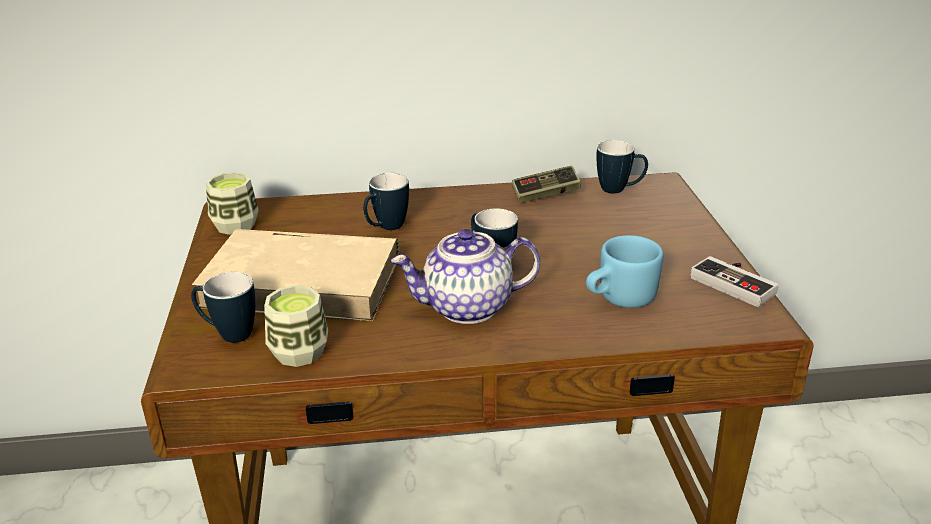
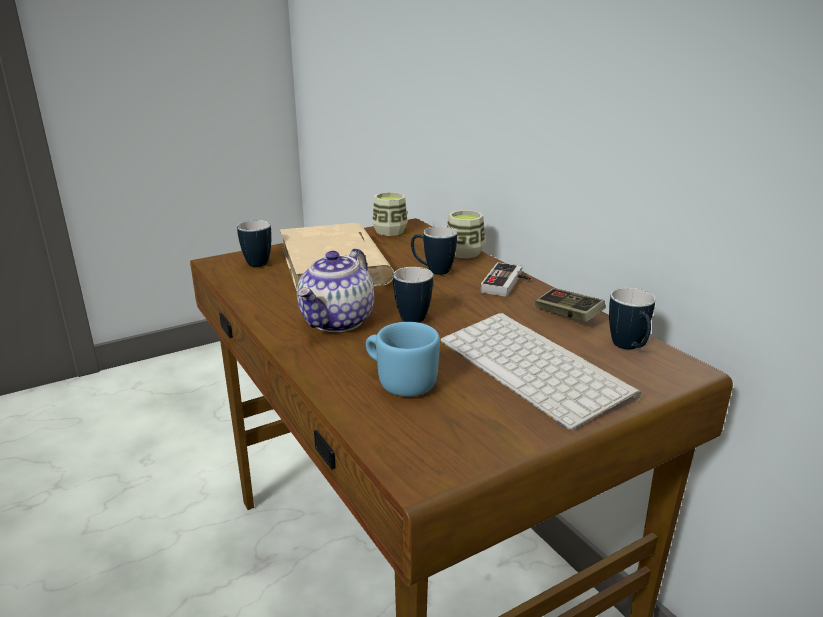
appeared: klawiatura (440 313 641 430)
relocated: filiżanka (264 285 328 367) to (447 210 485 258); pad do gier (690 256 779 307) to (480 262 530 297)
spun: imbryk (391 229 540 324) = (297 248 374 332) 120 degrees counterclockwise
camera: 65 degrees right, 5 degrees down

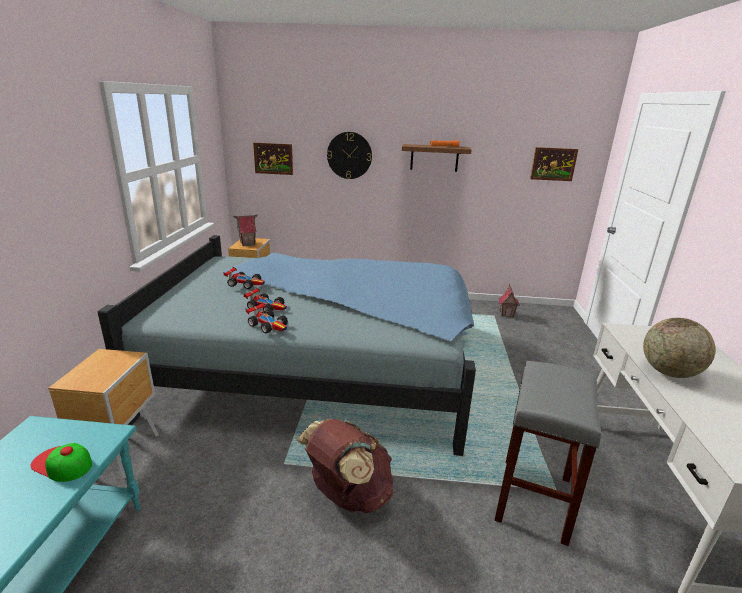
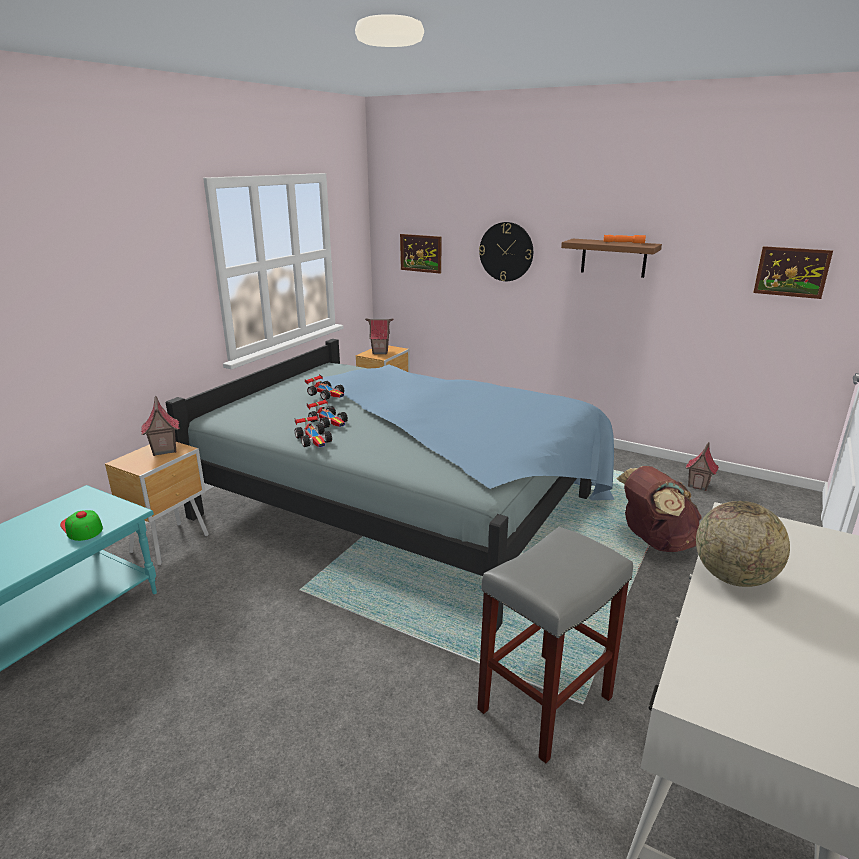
appeared: domek (141 395 180 456)
relocated: plecak (brązowy) (296 419 393 513) to (617 466 702 552)
camera: 25 degrees right, 0 degrees up

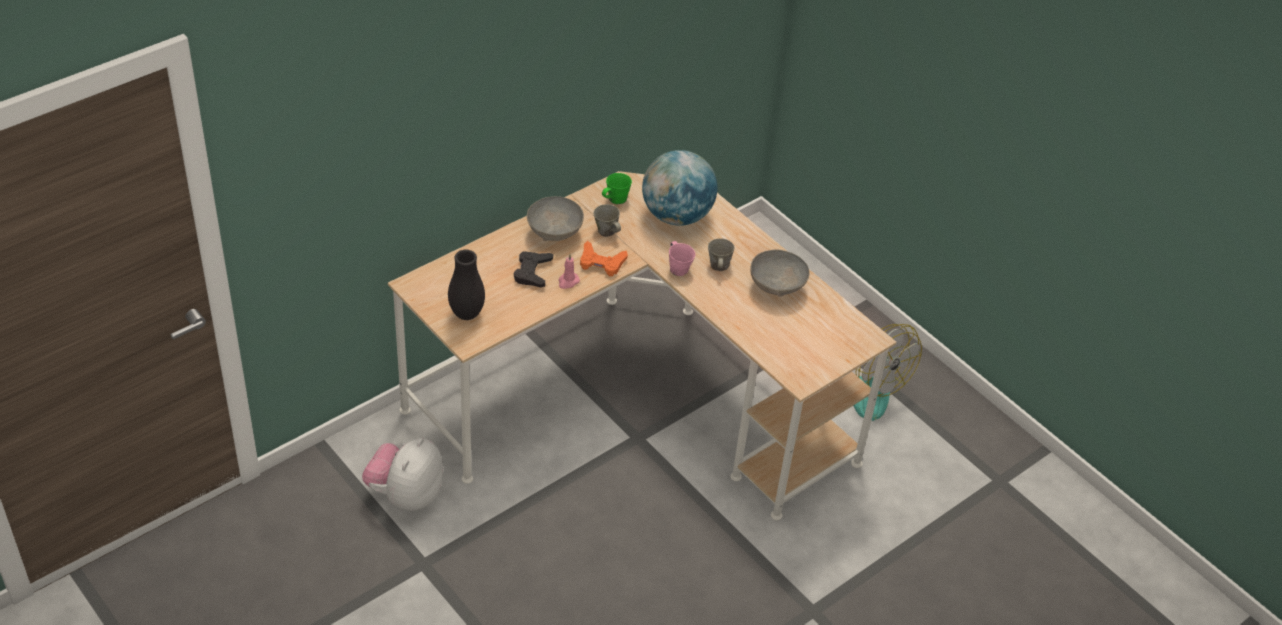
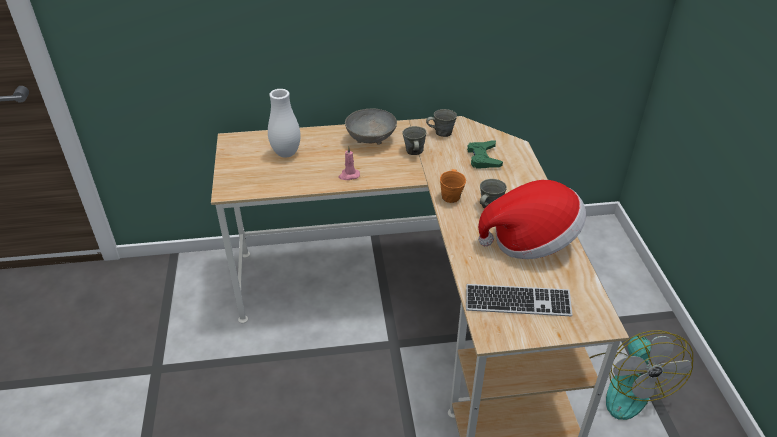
missing: pluszak (362 438 443 511); wazon (czarny) (448 250 485 320); pad do gier (czarny) (514 251 553 288); pad do gier (pomarańczowy) (580 241 628 276)
appeared: wazon (biały) (268 89 301 158); klawiatura (466 284 572 316)
exchanged: globus (642 150 717 226) to pad do gier (zielony) (467 140 503 168); miska (szary) (750 250 809 297) to kapelusz (478 180 586 259)
colour: kubek (zielony) (602 173 632 204) to kubek (szary) (426 109 457 137); kubek (różowy) (669 241 695 276) to kubek (pomarańczowy) (440 169 466 203)
camera: 35 degrees right, 5 degrees down

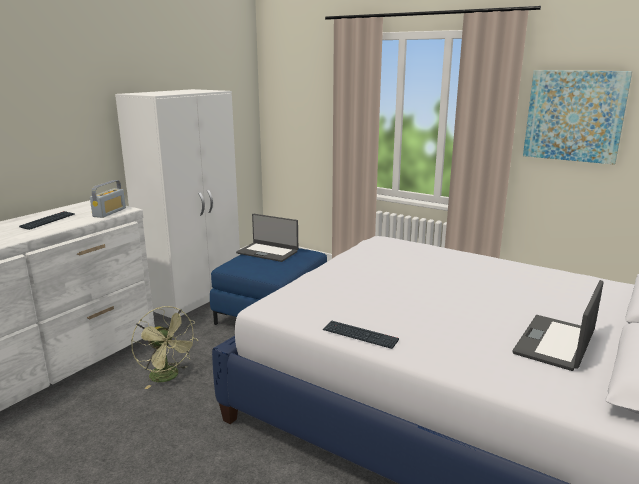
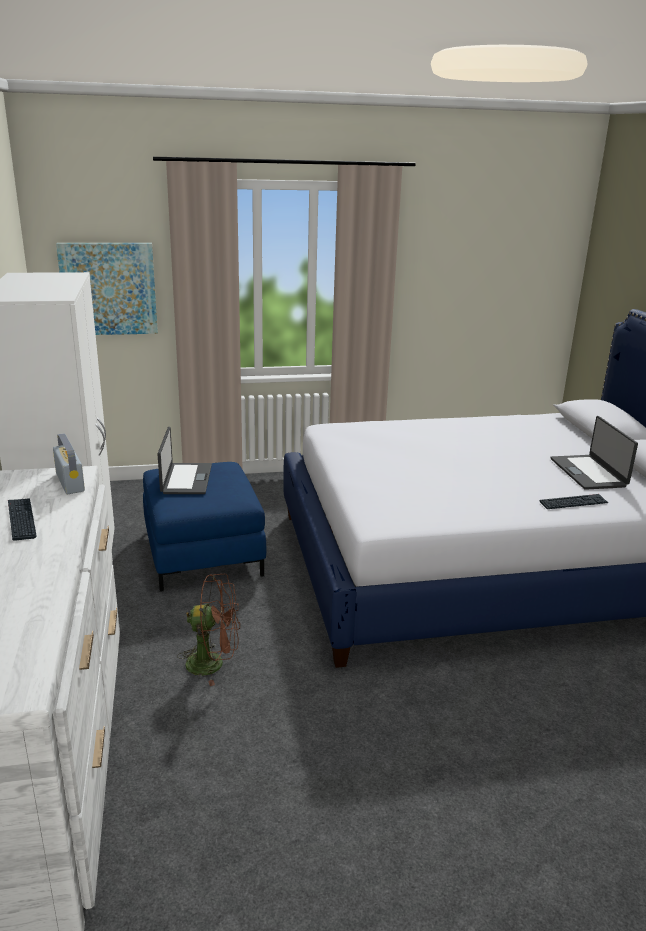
relocated: klawiatura (323 320 399 349) to (540 494 608 509); obraz (523 70 632 165) to (56 243 158 335)
colour: wentylator (zielony) (131 306 196 389) to wentylator (brązowy) (177 574 240 686)
spun: laptop (236 214 298 262) = (157 427 212 494) 75 degrees counterclockwise
camera: 45 degrees left, 5 degrees up

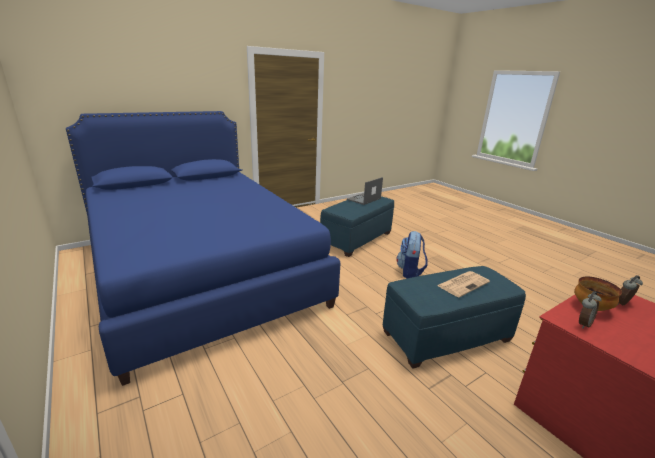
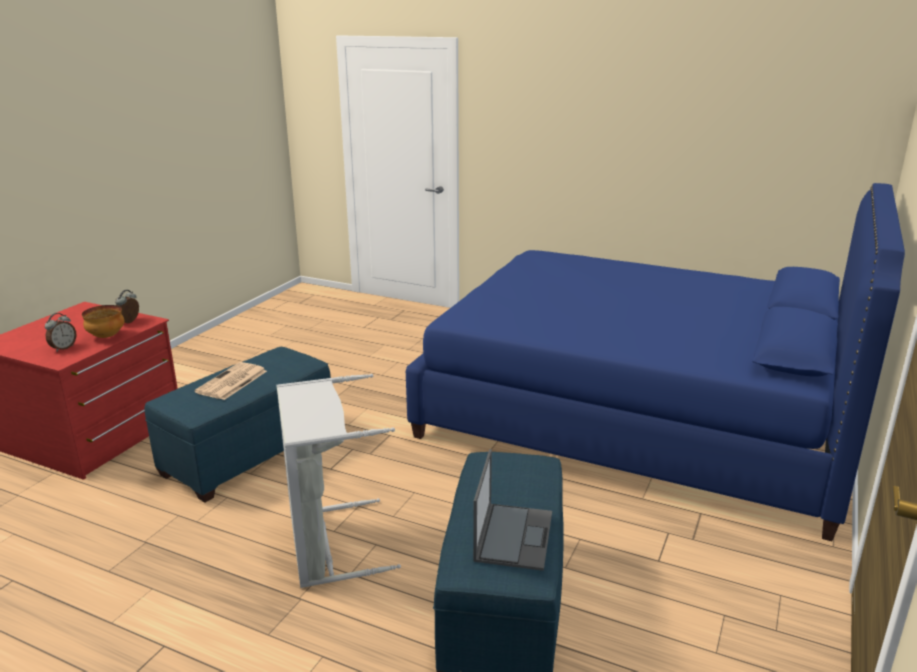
exchanged: plecak (396 231 428 278) to kosz na pranie (szary) (276 374 401 588)
camera: 150 degrees right, 0 degrees up

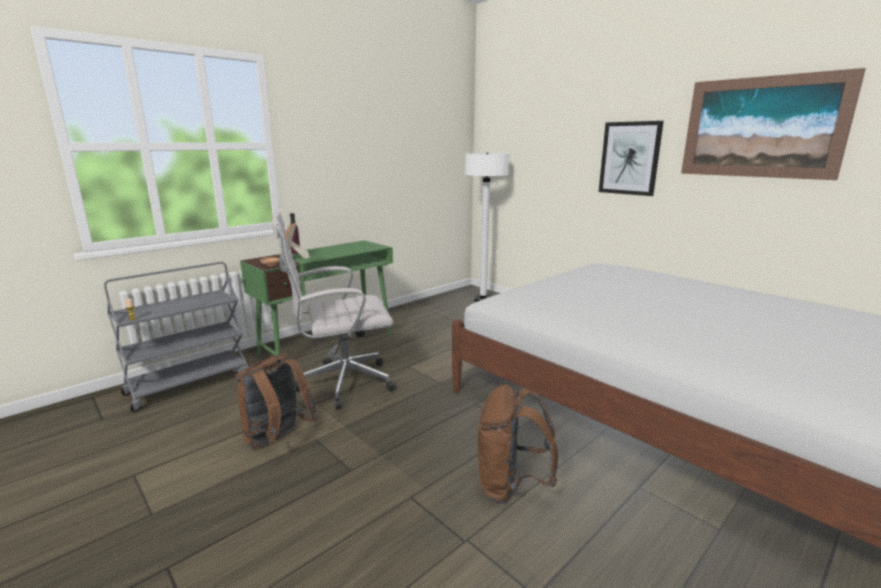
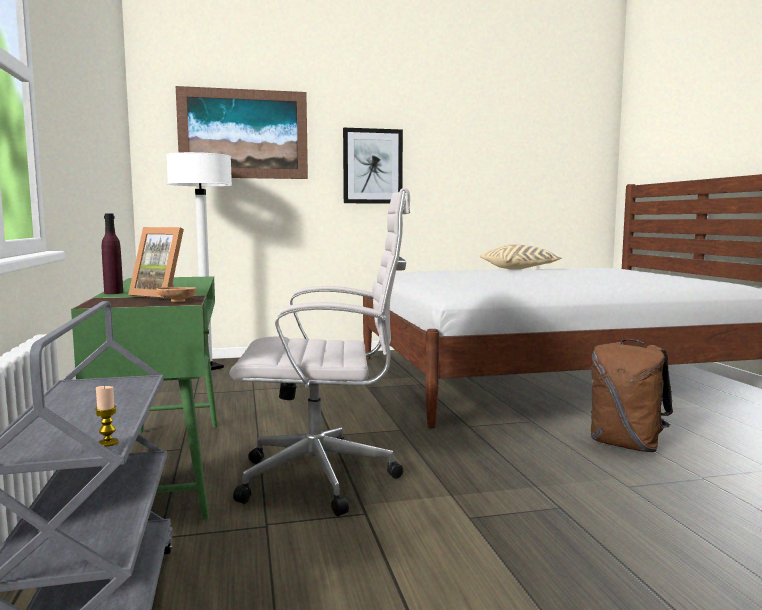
missing: plecak (brązowy) (235 353 318 448)
appeared: poduszka (beżowy) (480 244 562 269)
relocated: obraz (681 68 866 180) to (176 86 308 179)
spun: krzesło biurowe (biały) (272 212 396 410) = (229 188 410 516) 105 degrees counterclockwise
camera: 60 degrees left, 10 degrees down

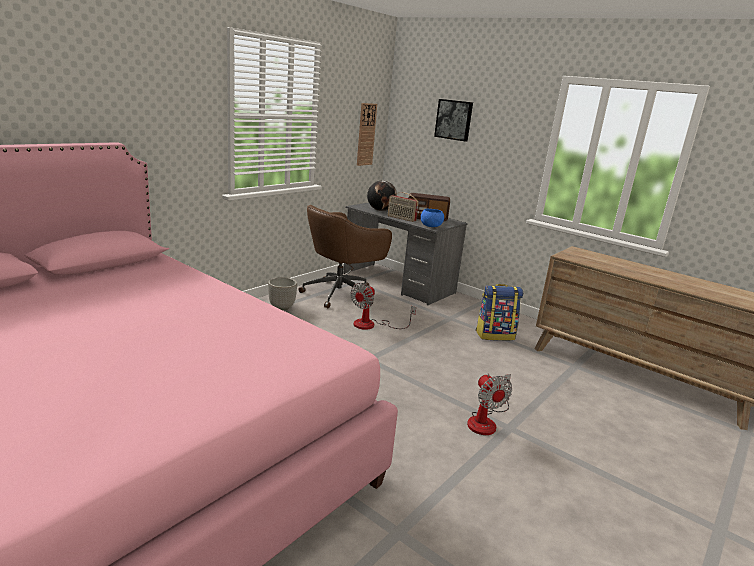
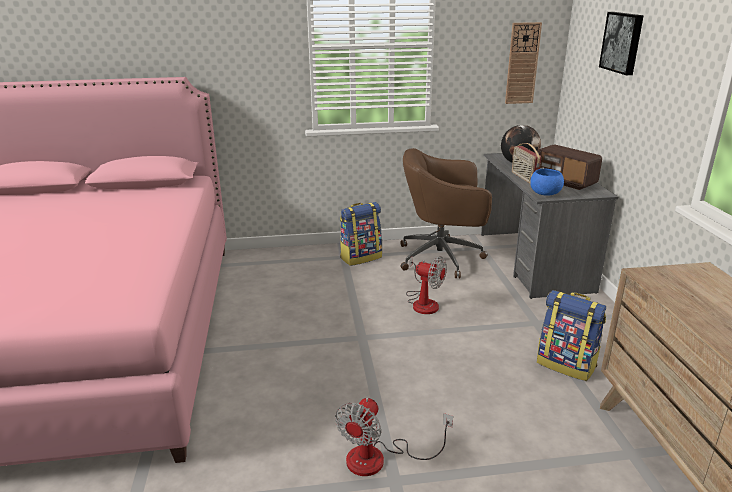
exchanged: donica (268 277 297 310) to plecak (340 202 382 266)
spun: wentylator (350 283 416 330) = (406 256 447 314) 135 degrees counterclockwise
camera: 45 degrees right, 5 degrees up

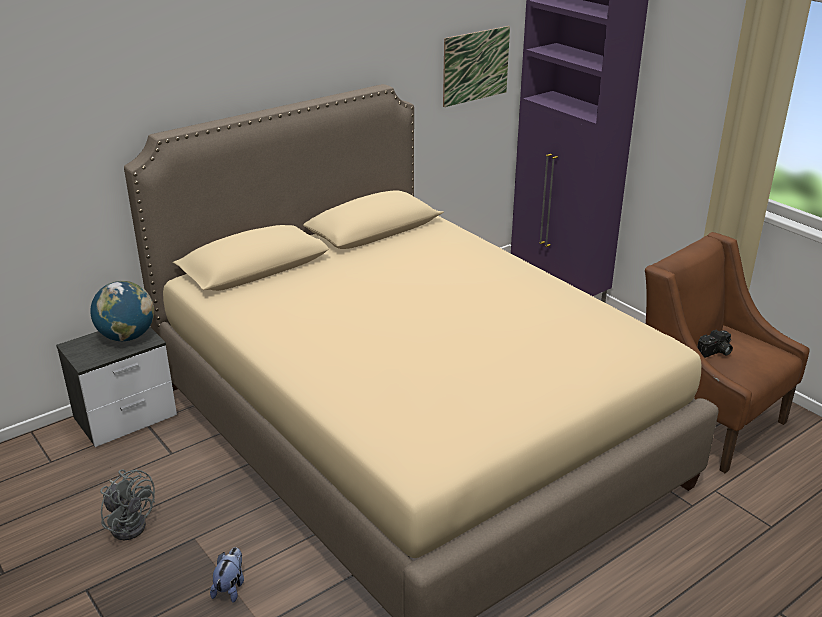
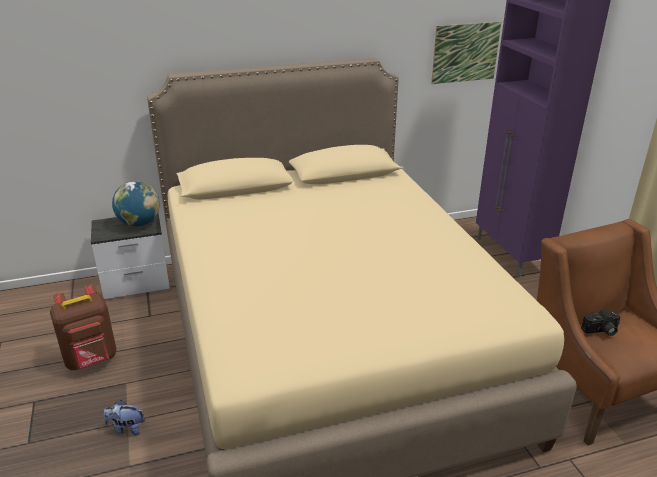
exchanged: wentylator (szary) (100 469 155 540) to plecak (brązowy) (50 284 117 370)
spun: pluszak (210 547 244 603) = (104 400 145 436) 120 degrees counterclockwise
camera: 20 degrees right, 0 degrees up

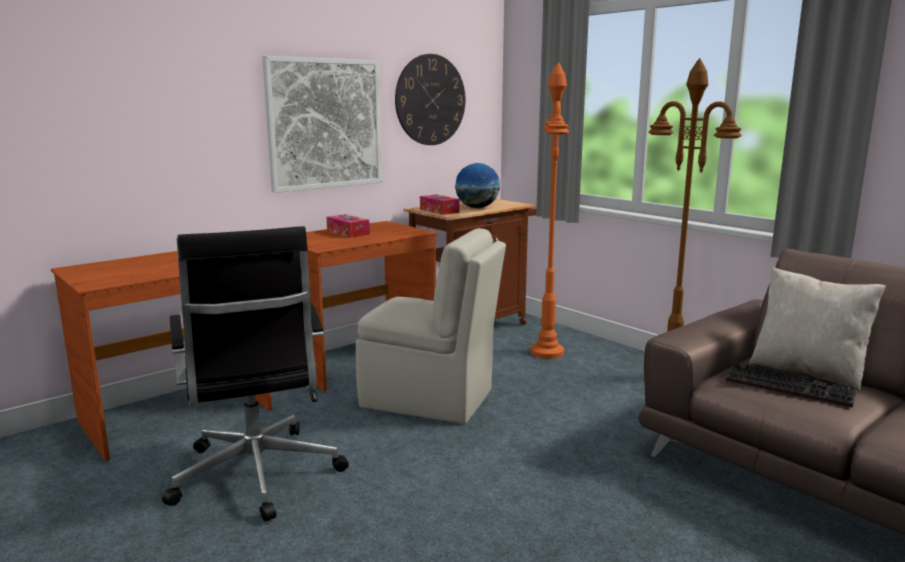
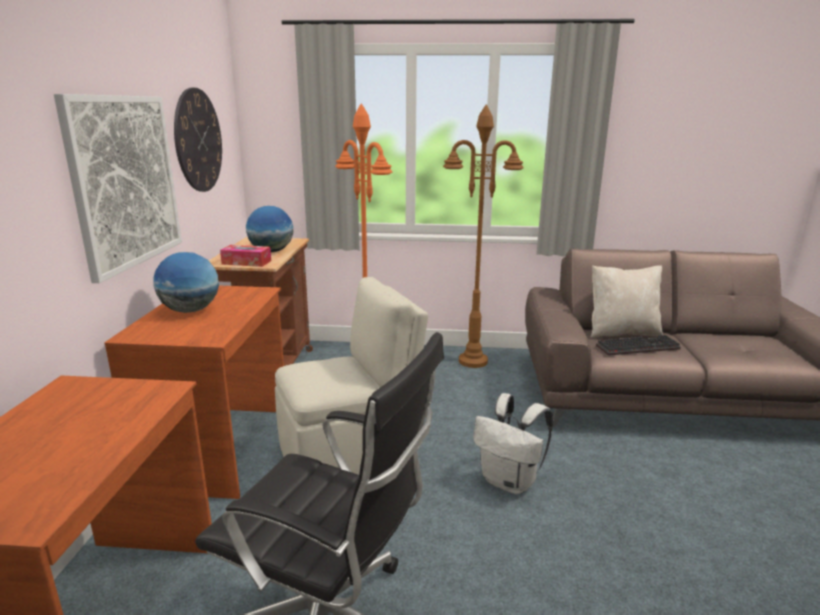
appeared: plecak (biały) (473 393 553 494)
exchanged: pudełko chusteczek (326 214 370 238) to globus (154 252 219 313)
camera: 45 degrees left, 5 degrees up

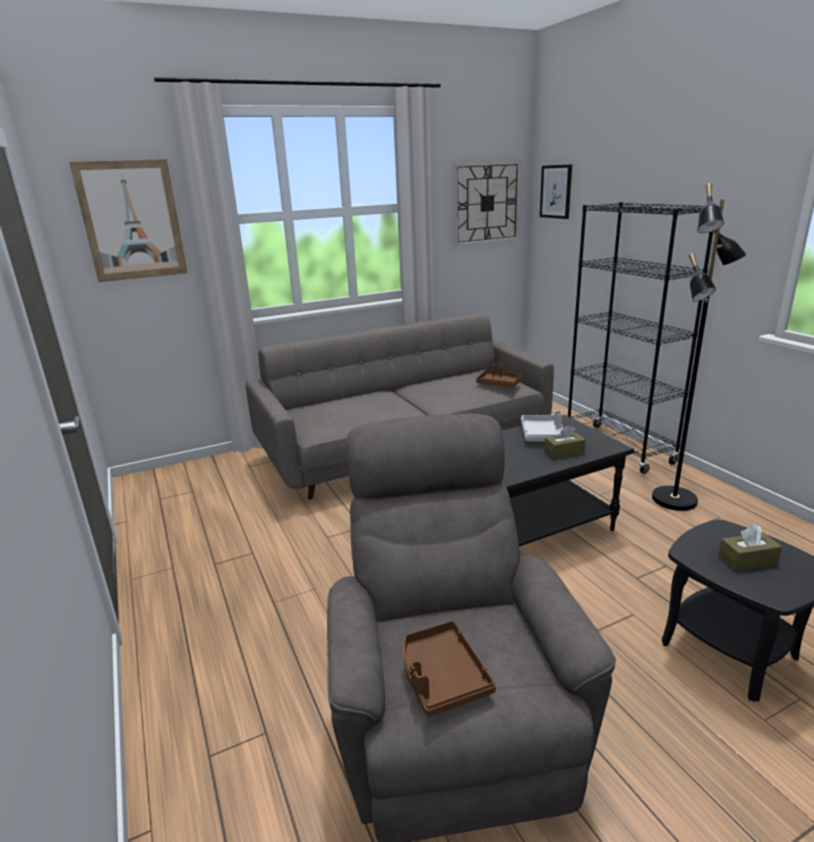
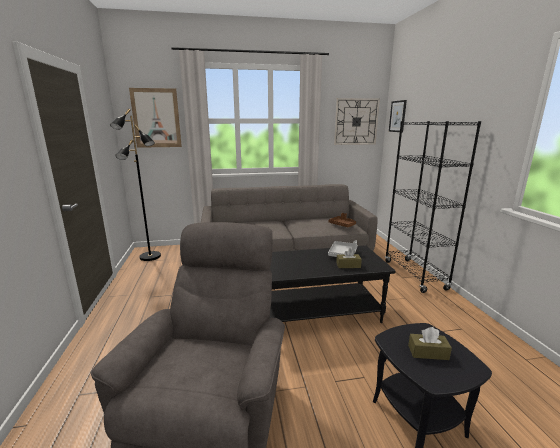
missing: taca (brązowy) (403 620 496 717)
relocated: lampa stojąca (czarny) (652 183 747 511) to (110 109 161 261)
camera: 15 degrees right, 5 degrees down

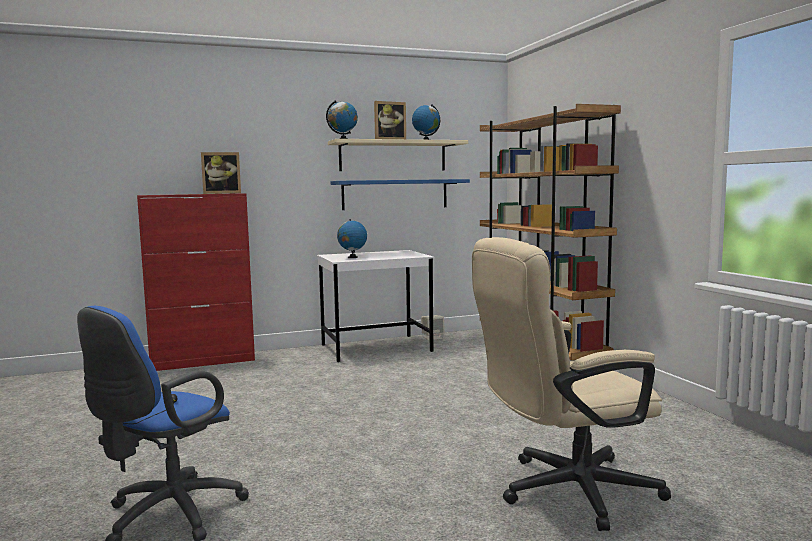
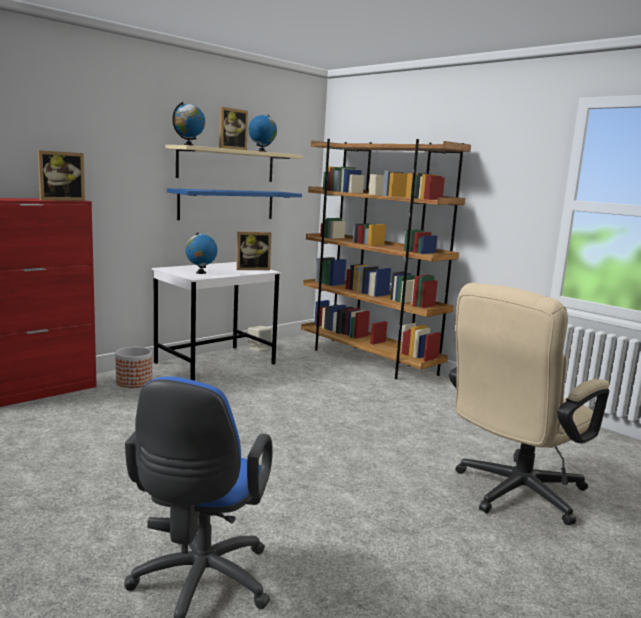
appeared: donica (115 347 152 388); ramka na zdjęcie (236 232 272 270)
camera: 25 degrees left, 5 degrees up

